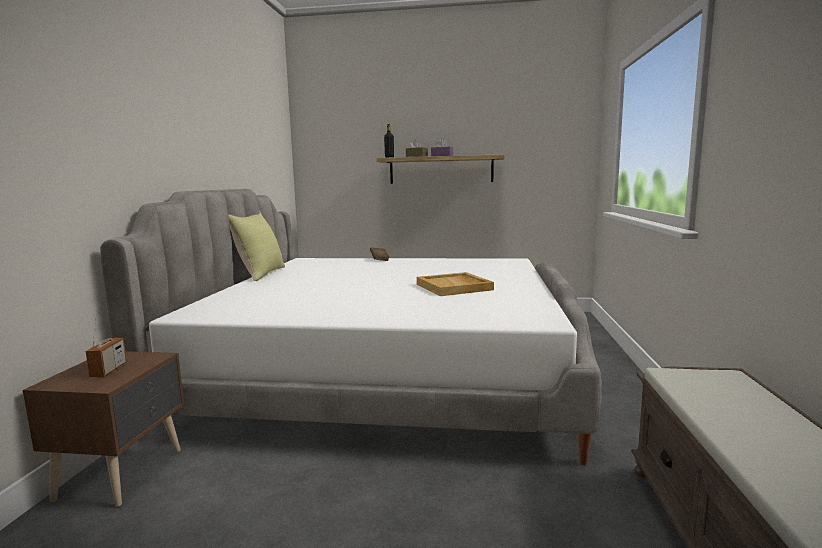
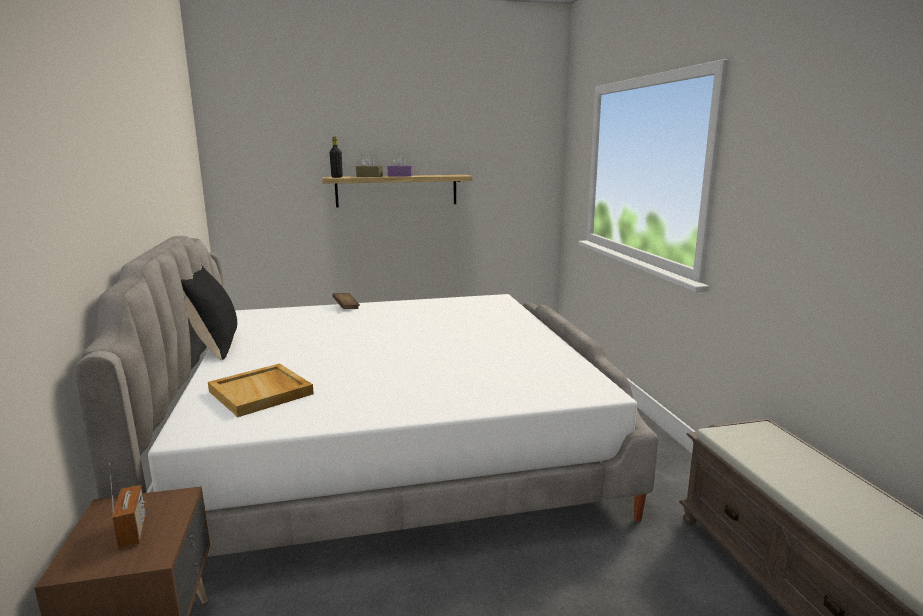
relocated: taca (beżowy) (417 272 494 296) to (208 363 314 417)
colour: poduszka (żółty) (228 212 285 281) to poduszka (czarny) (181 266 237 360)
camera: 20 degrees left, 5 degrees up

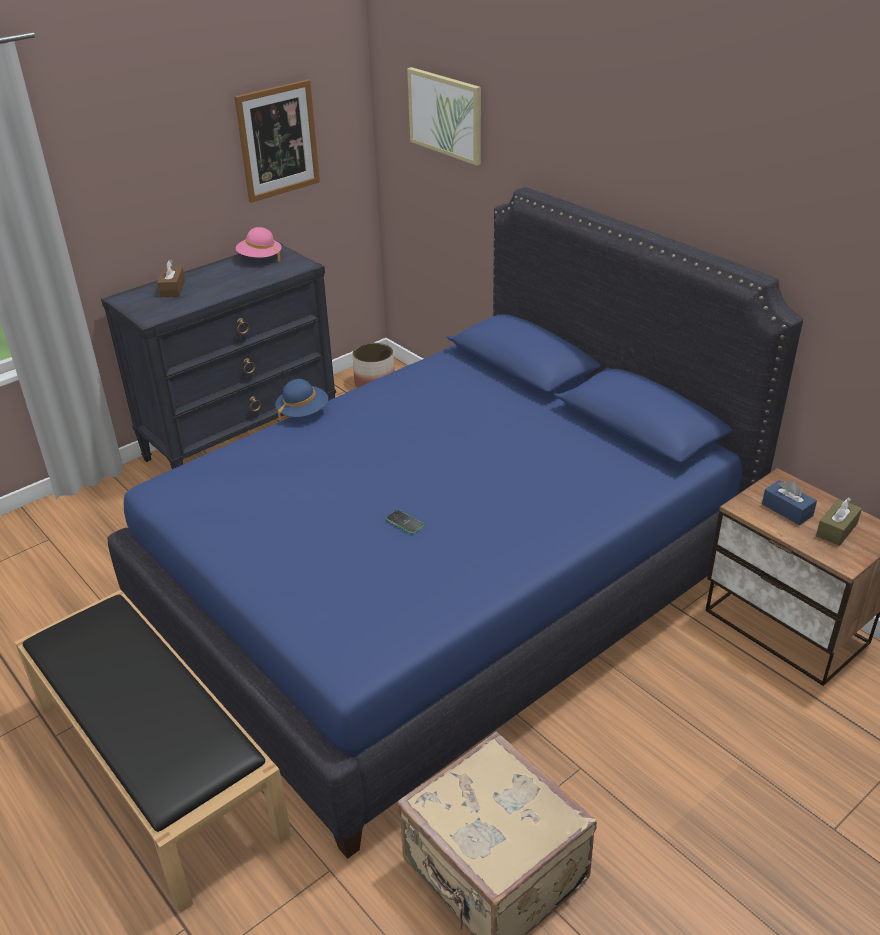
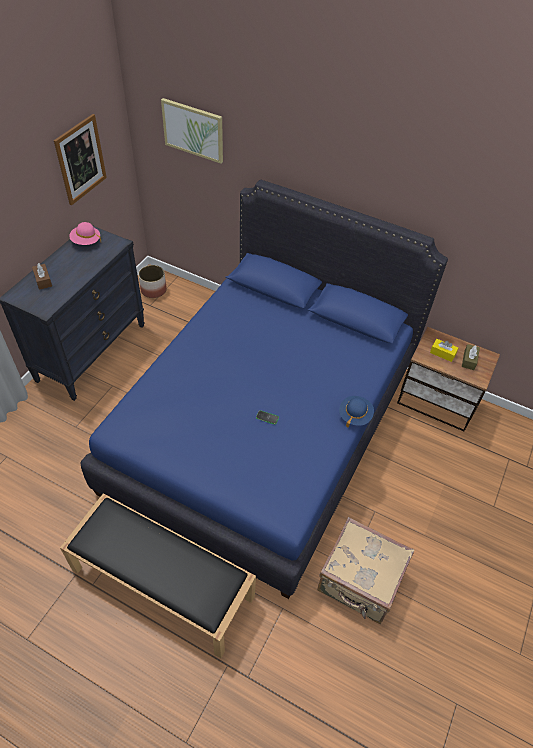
relocated: kapelusz (niebieski) (275 379 328 421) to (339 396 374 428)
colour: pudełko chusteczek (niebieski) (762 480 817 525) to pudełko chusteczek (żółty) (430 339 458 362)
camera: 25 degrees left, 15 degrees up

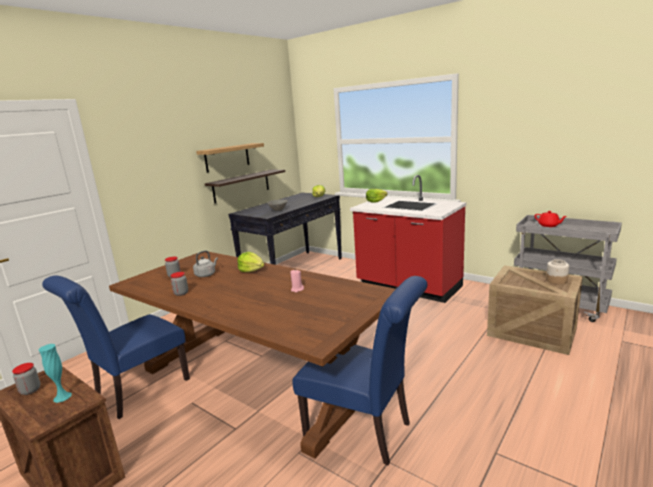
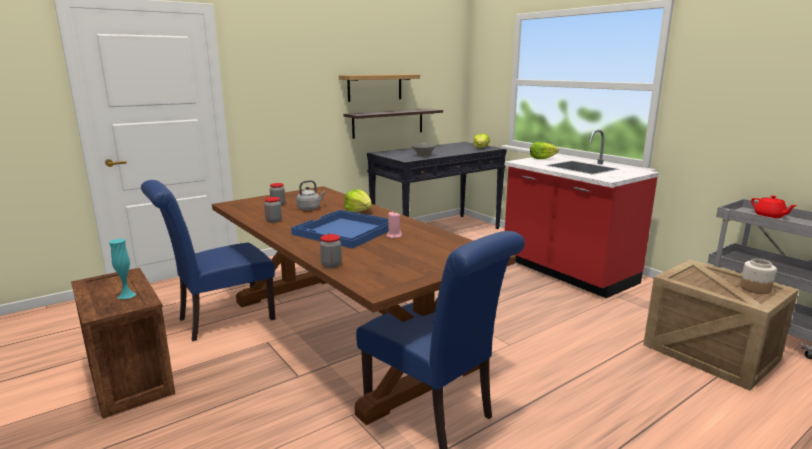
appeared: taca (niebieski) (291 210 388 249)
relocated: słoik (12 363 41 395) to (320 234 342 268)
camera: 15 degrees right, 0 degrees up

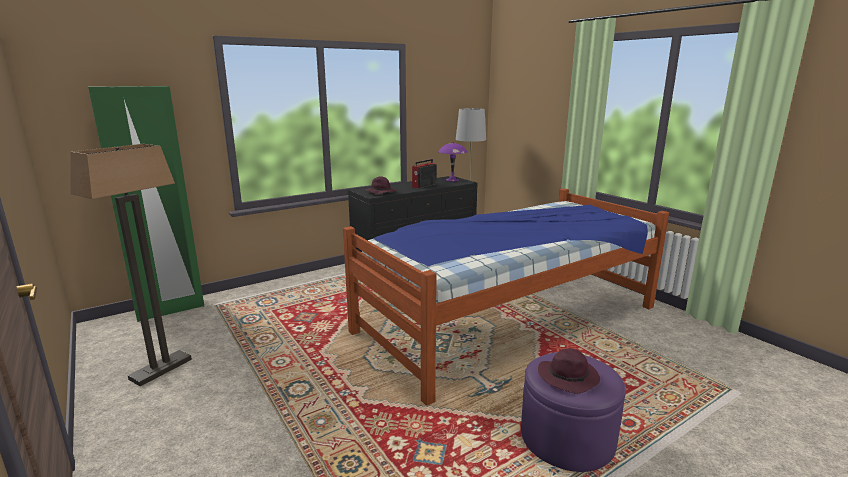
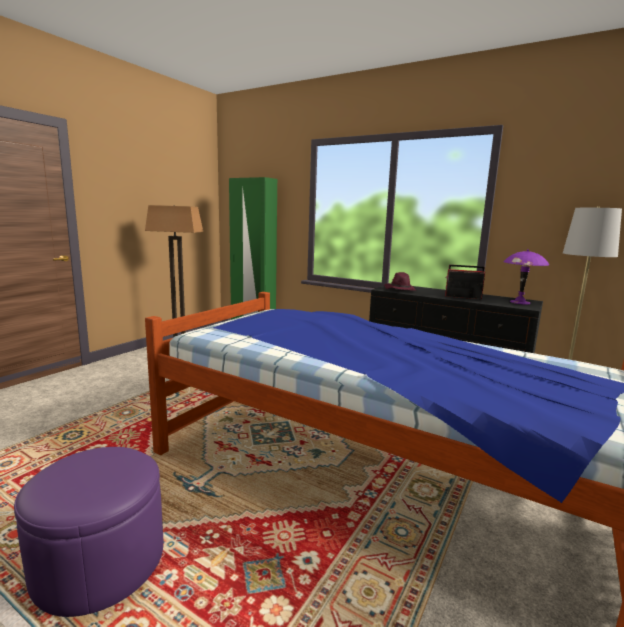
missing: kapelusz (fioletowy) (538 348 600 393)
camera: 65 degrees right, 5 degrees down

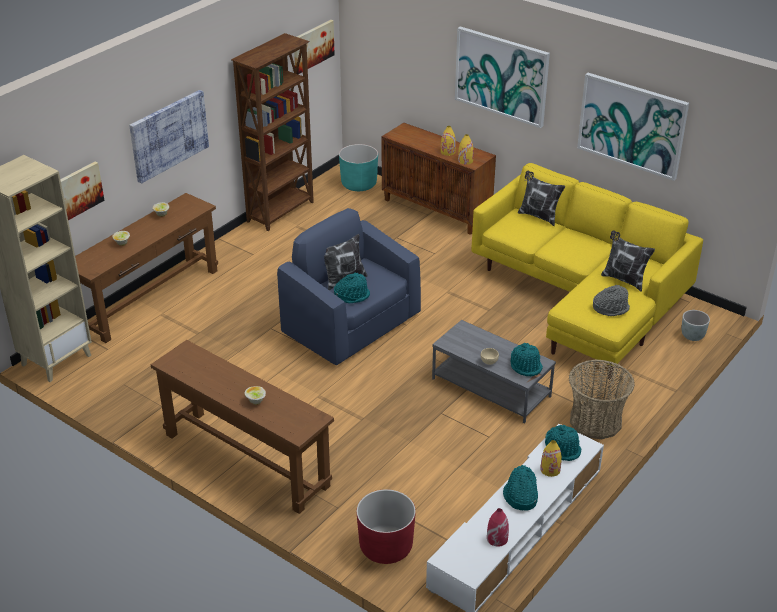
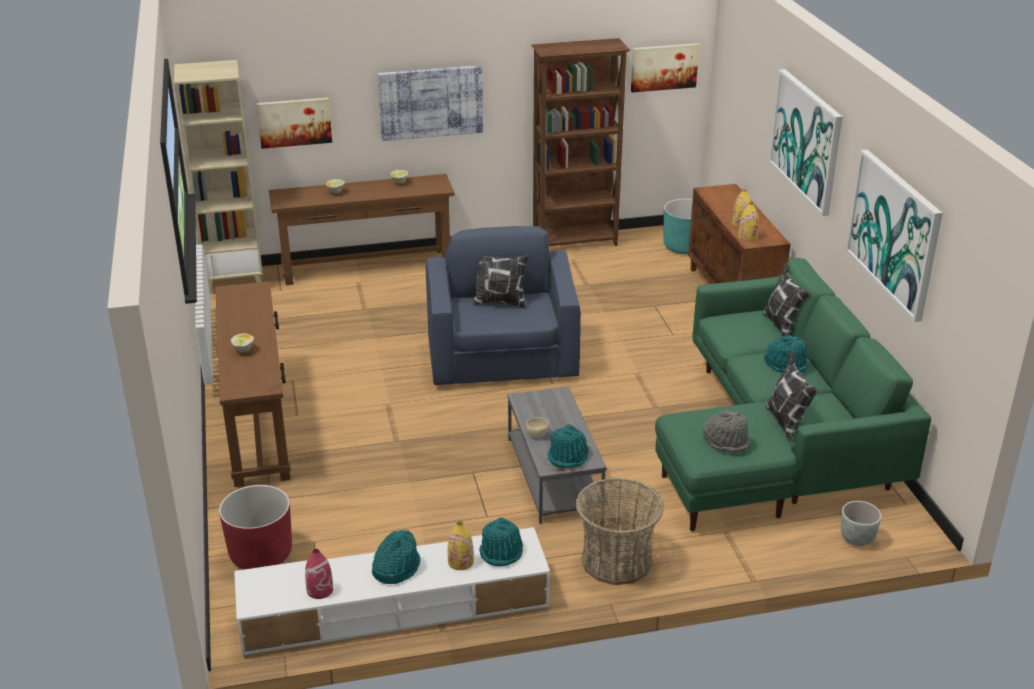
relocated: kapelusz (turkusowy) (334 273 370 303) to (764 335 808 373)
colour: kanapa (żółty) (471 163 703 379) to kanapa (zielony) (655 258 931 531)
camera: 40 degrees right, 5 degrees down

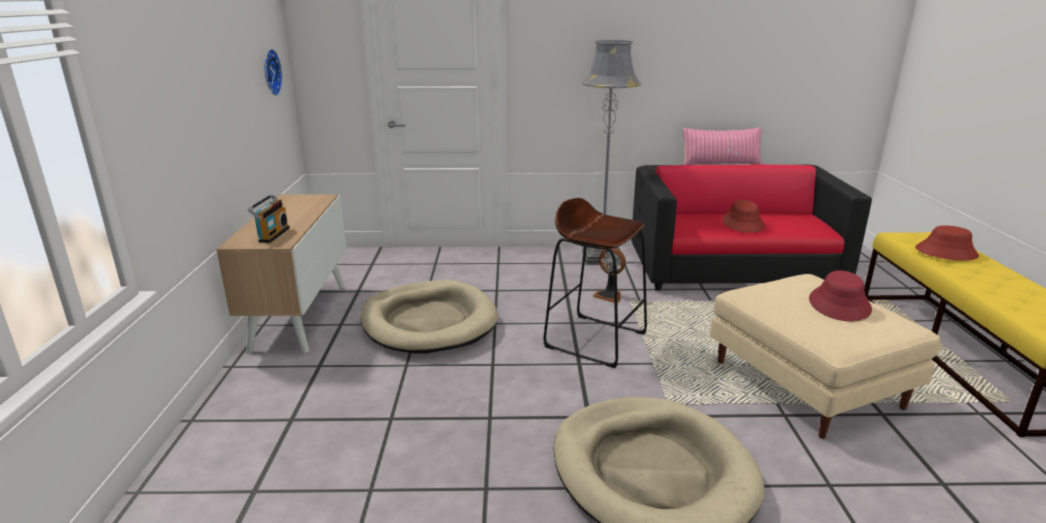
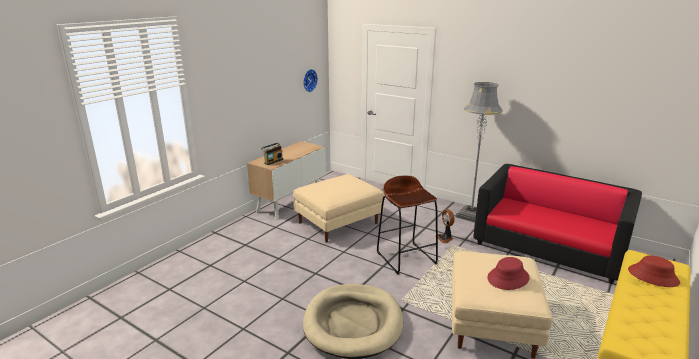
missing: poduszka (różowy) (683 127 762 165); kapelusz (czerwony) (722 200 765 233)
exchanged: legowisko (beżowy) (360 280 498 354) to pufa (beżowy) (293 174 384 243)
camera: 35 degrees right, 0 degrees up

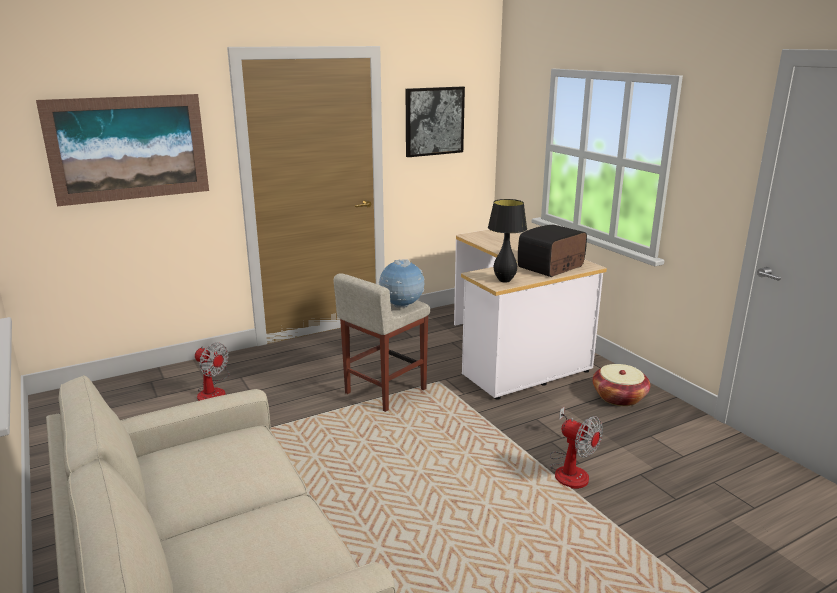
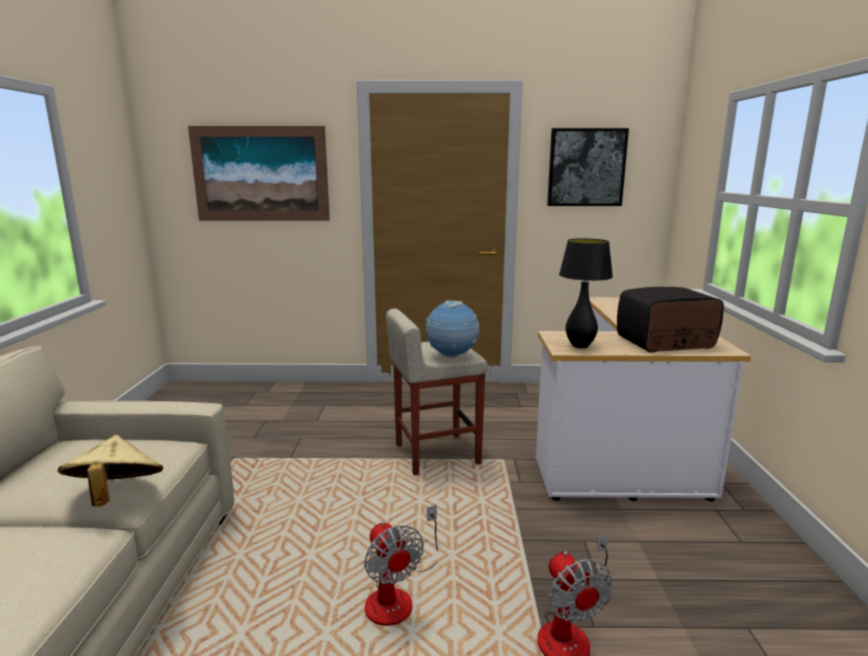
missing: koszyk (593 364 650 406)
appeared: kapelusz (beżowy) (58 435 163 506)
relocated: wentylator (195 343 230 401) to (364 504 438 626)
camera: 30 degrees right, 5 degrees down

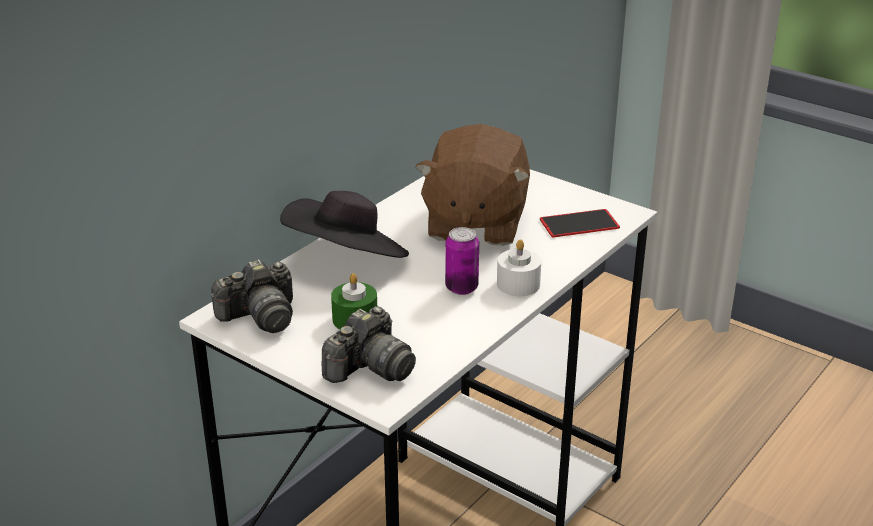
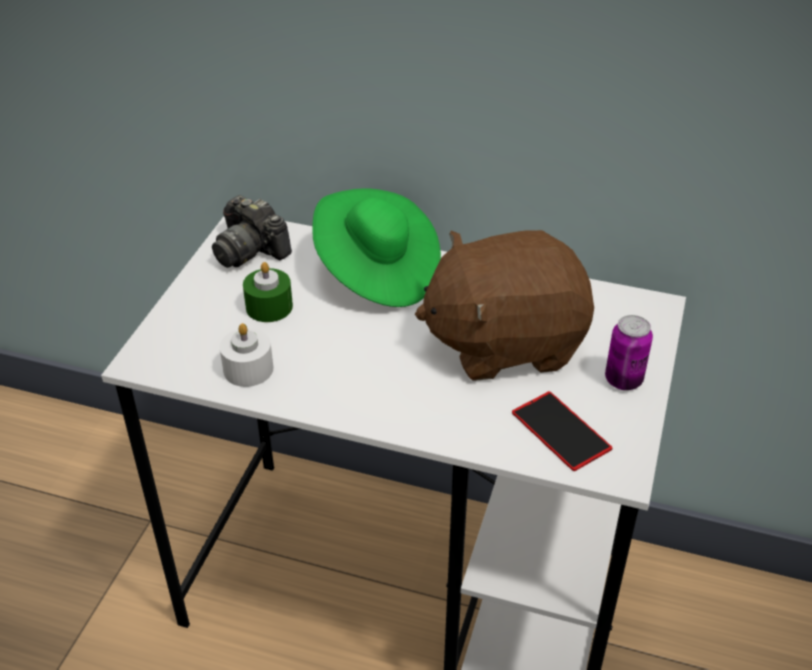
missing: aparat fotograficzny (322 306 416 383)
relocated: puszka (445 227 479 295) to (605 315 653 390); świeca (biały) (497 239 541 296) to (219 323 274 387)
colour: kapelusz (czarny) (280 191 409 258) to kapelusz (zielony) (312 188 441 307)
camera: 70 degrees right, 10 degrees up

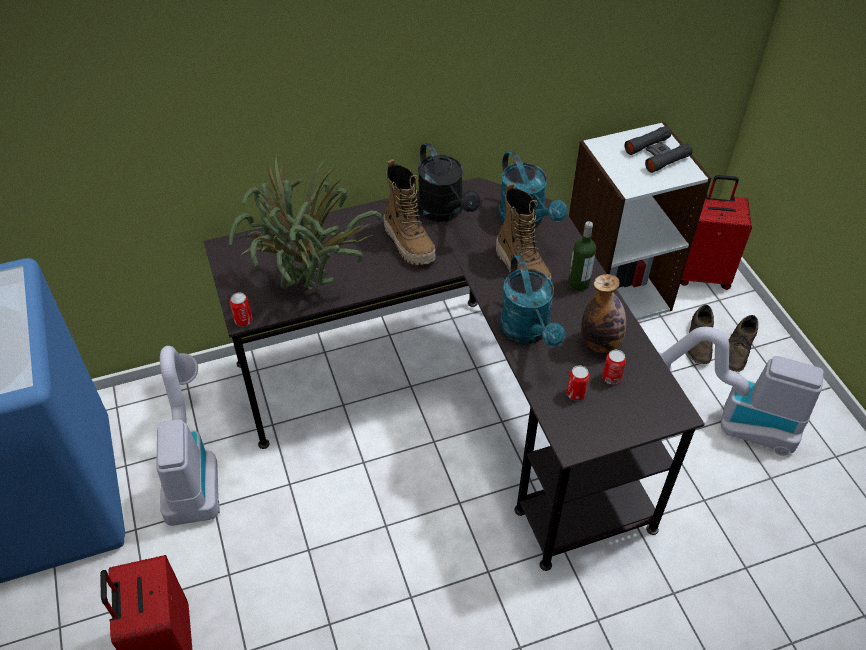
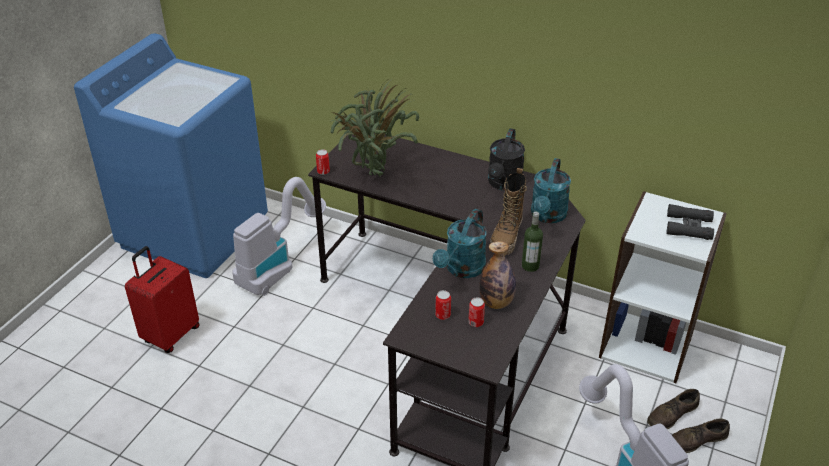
missing: but z cholewką (383 159 436 265); walizka (czerwony) (680 175 752 290)
camera: 45 degrees right, 10 degrees down

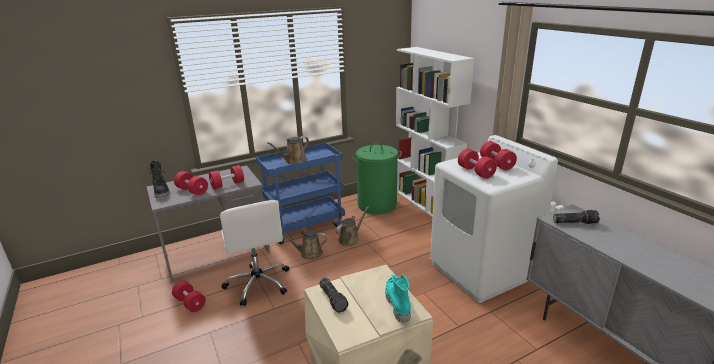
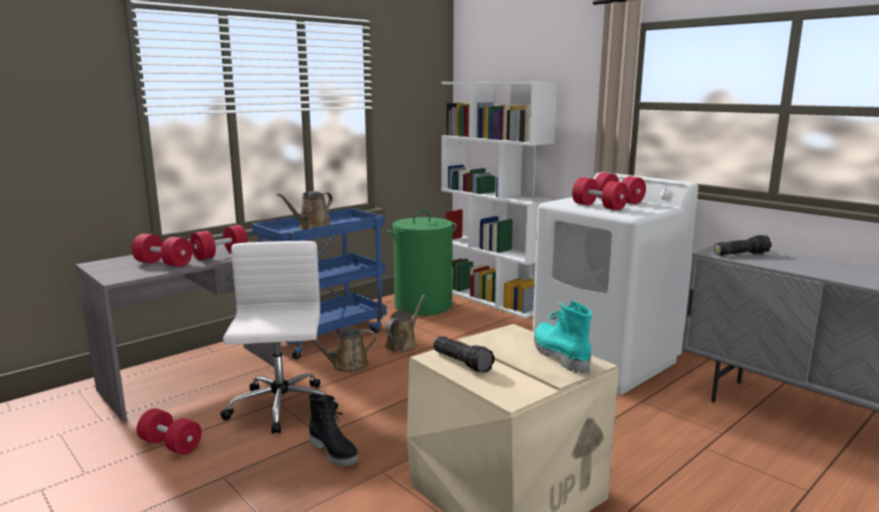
relocated: but z cholewką (czarny) (149 161 170 198) to (309 394 358 466)
spun: krzesło biurowe (biały) (220 200 289 306) = (220 241 338 434) 150 degrees counterclockwise
camera: 15 degrees left, 10 degrees down

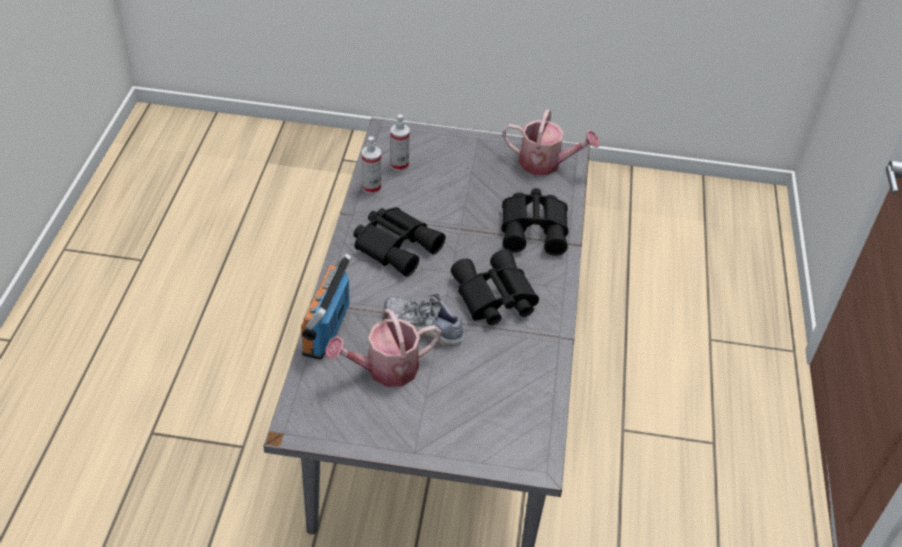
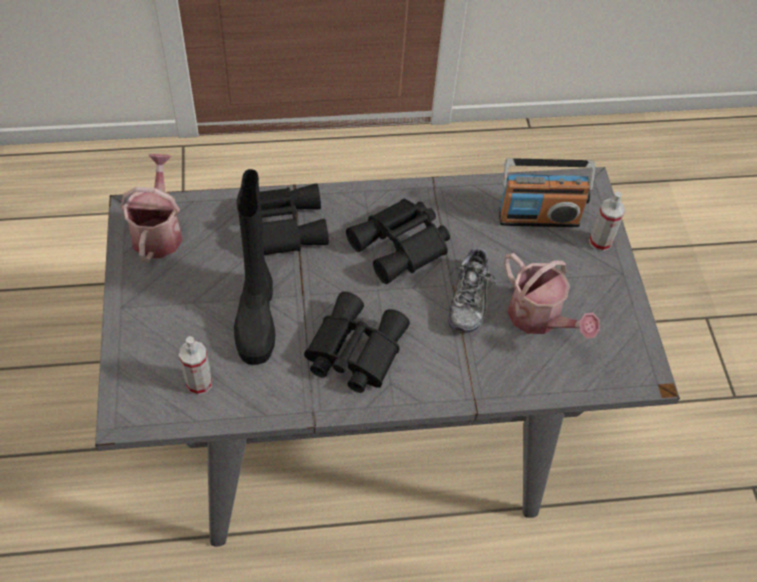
appeared: but z cholewką (czarny) (234 169 276 365)
relocated: radio (301 253 351 360) to (499 158 596 227); spryskiwacz (362 136 381 194) to (589 191 625 251)
camera: 105 degrees left, 10 degrees up

